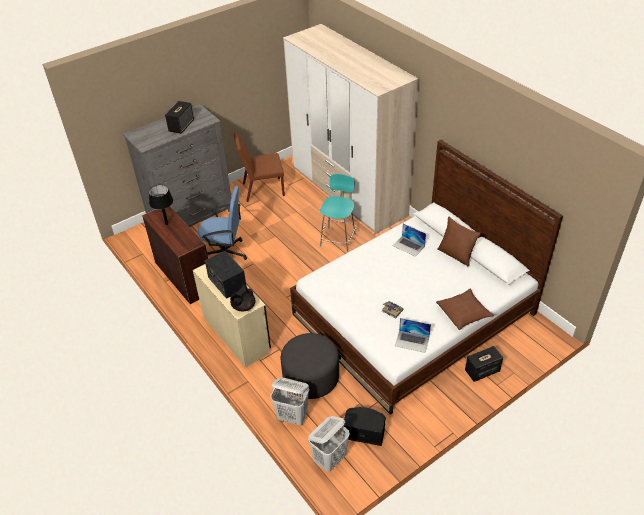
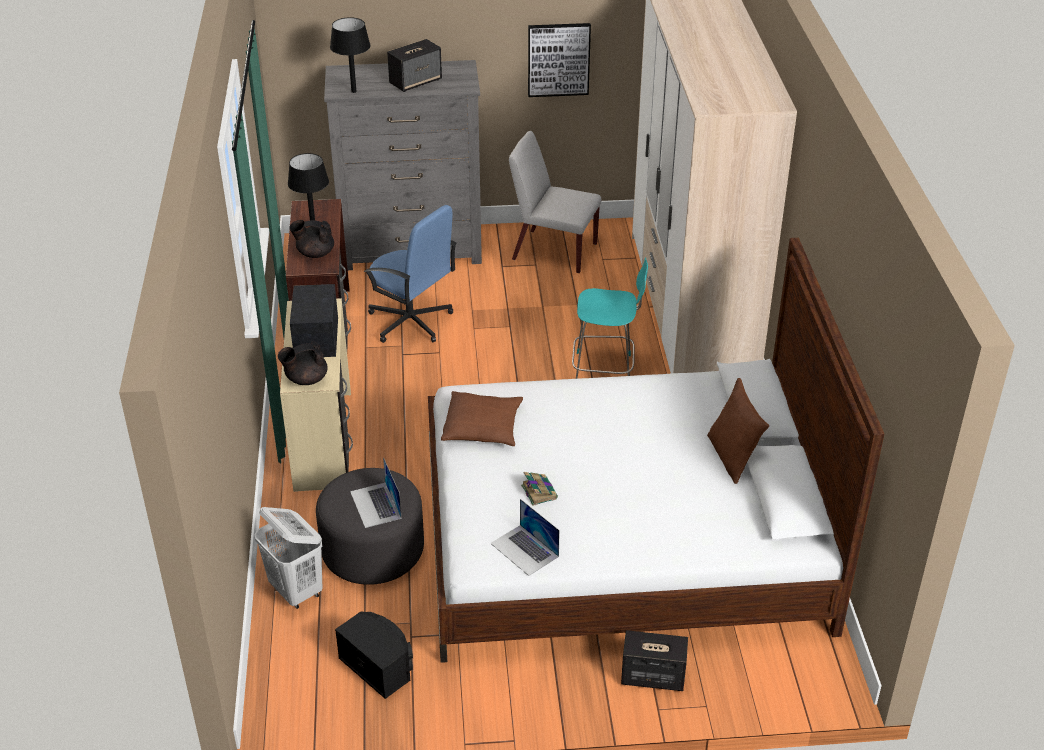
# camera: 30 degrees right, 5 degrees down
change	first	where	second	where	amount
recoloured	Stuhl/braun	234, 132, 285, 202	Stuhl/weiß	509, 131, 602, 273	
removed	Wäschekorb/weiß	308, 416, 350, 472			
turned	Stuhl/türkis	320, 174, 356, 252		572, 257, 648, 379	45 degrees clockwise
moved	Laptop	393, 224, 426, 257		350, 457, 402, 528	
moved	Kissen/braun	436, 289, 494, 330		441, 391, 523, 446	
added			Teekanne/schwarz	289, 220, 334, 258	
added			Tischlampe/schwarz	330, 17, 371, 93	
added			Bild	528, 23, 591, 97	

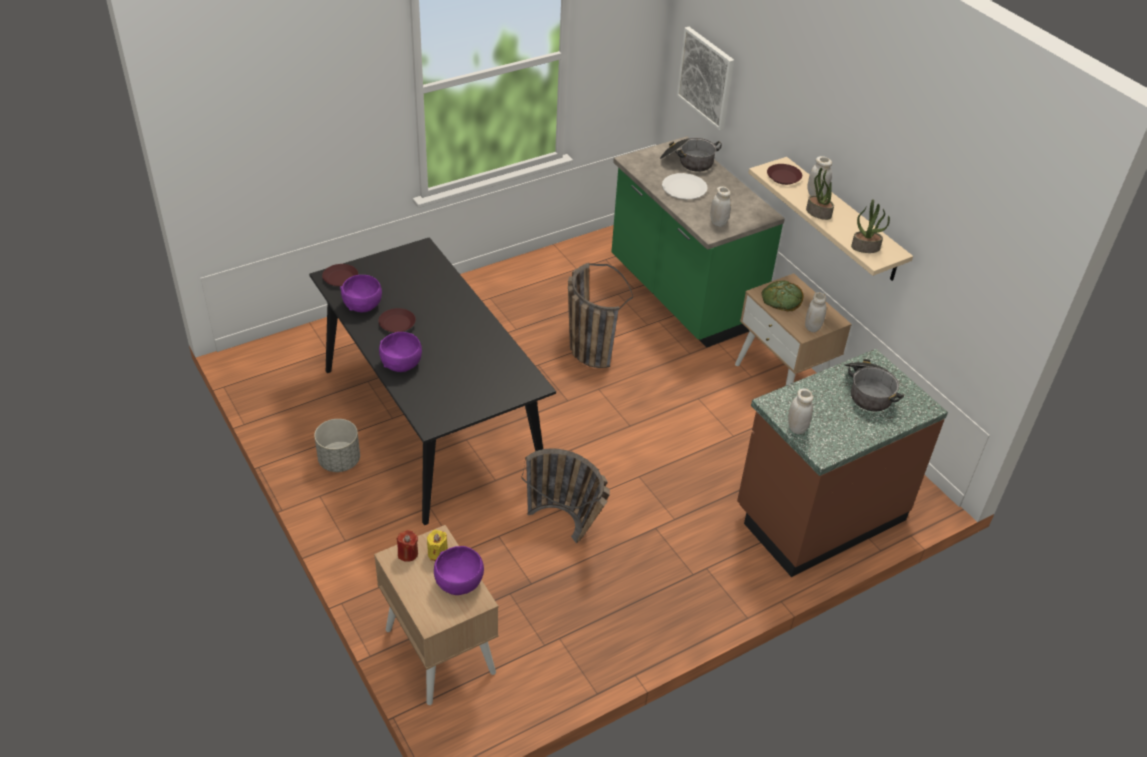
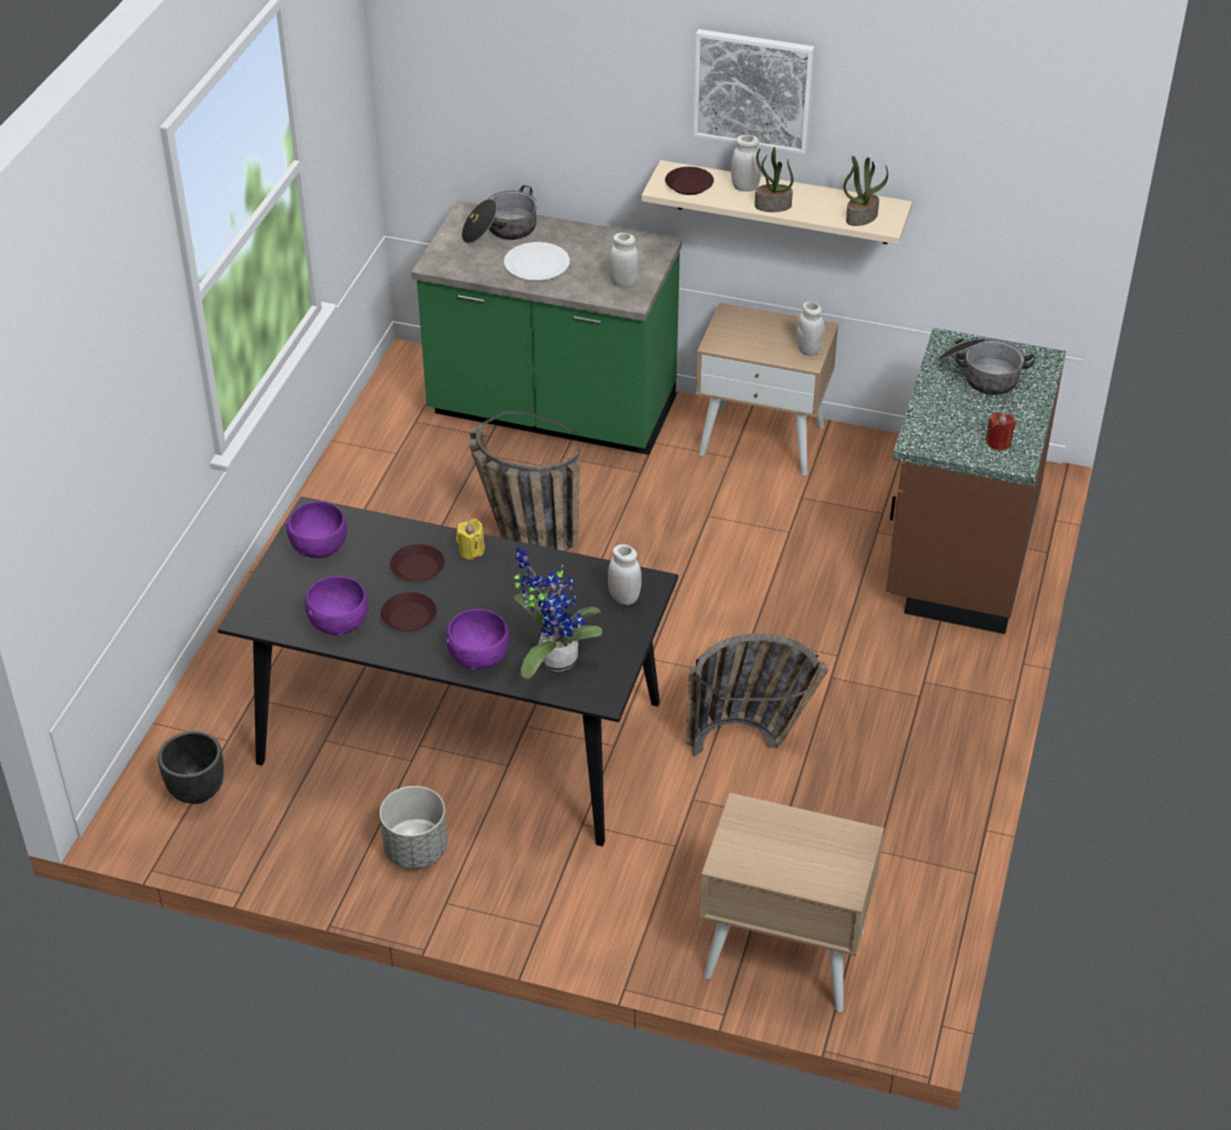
# camera: 40 degrees left, 0 degrees up
change	first	where	second	where	amount
moved	Teller/braun	322, 264, 358, 286		390, 544, 445, 582	
moved	Kerze/rot	397, 530, 418, 562		986, 412, 1016, 451	
moved	Kerze/gelb	427, 530, 448, 561		456, 519, 485, 560	
moved	Schüssel/lila	434, 546, 484, 595		285, 502, 347, 558	
moved	Bild	677, 27, 734, 131		693, 29, 814, 155	
removed	Brot	762, 281, 804, 311			
moved	Vorratsglas/weiß	788, 388, 813, 434		608, 544, 641, 605	
added			Pflanzkübel/schwarz	158, 731, 224, 804	
added			Topfpflanze	514, 546, 602, 679	

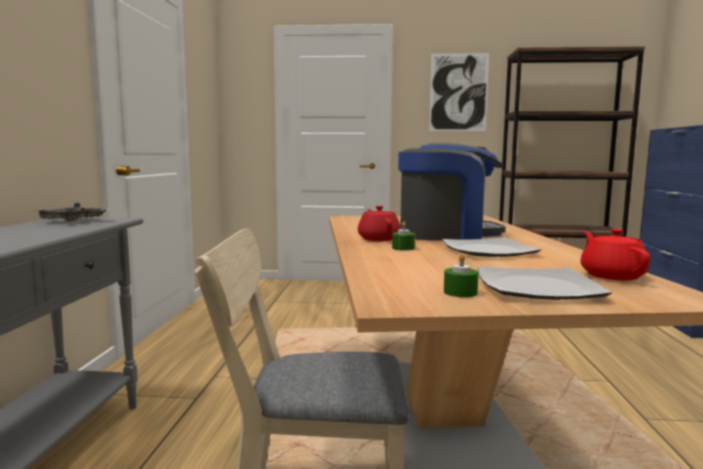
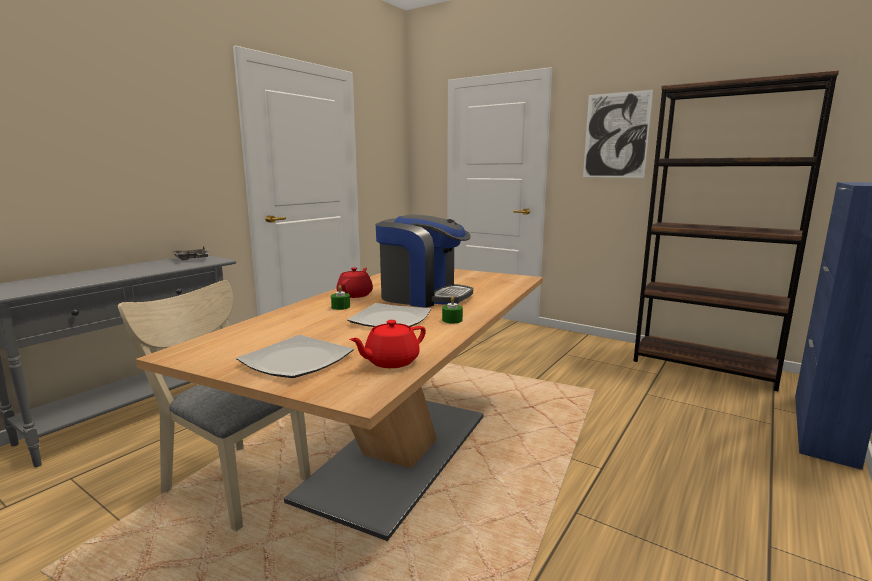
# camera: 30 degrees right, 5 degrees up
change	first	where	second	where	amount
moved	Kerze/grün	444, 254, 478, 297		442, 297, 463, 324	
turned	Teekanne/rot	580, 229, 650, 280		349, 320, 426, 368	150 degrees counterclockwise

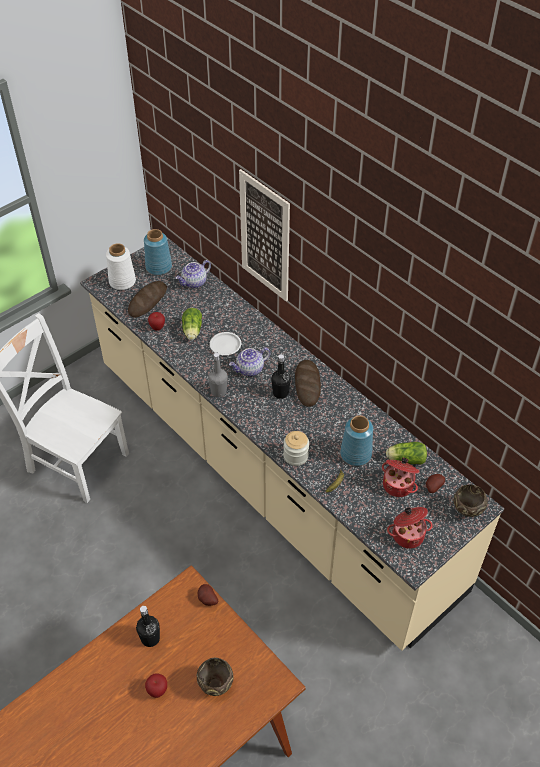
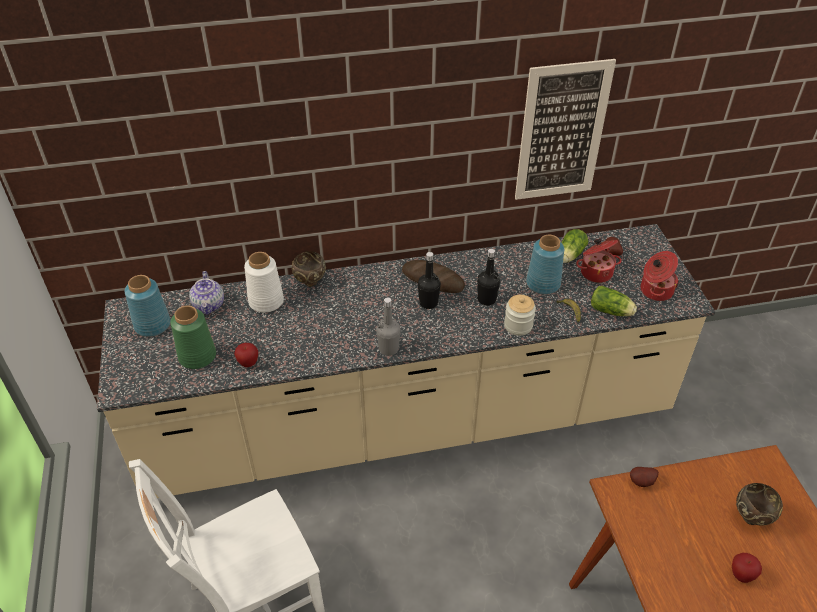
# camera: 60 degrees left, 5 degrees down
change	first	where	second	where	amount
moved	Vase/weiß	106, 243, 136, 290		244, 252, 284, 313	
replaced	Brot	128, 281, 167, 318	Vase/grün	171, 306, 216, 369	
moved	Flasche/schwarz	136, 606, 160, 647		477, 249, 500, 306	
moved	Salatkopf	182, 308, 202, 340		591, 286, 637, 316	
removed	Teller/weiß	210, 332, 241, 355			
removed	Teekanne	229, 347, 270, 376			
moved	Bild	239, 169, 290, 301		515, 59, 616, 200	
moved	Schüssel/braun	454, 485, 488, 517		292, 251, 326, 287	

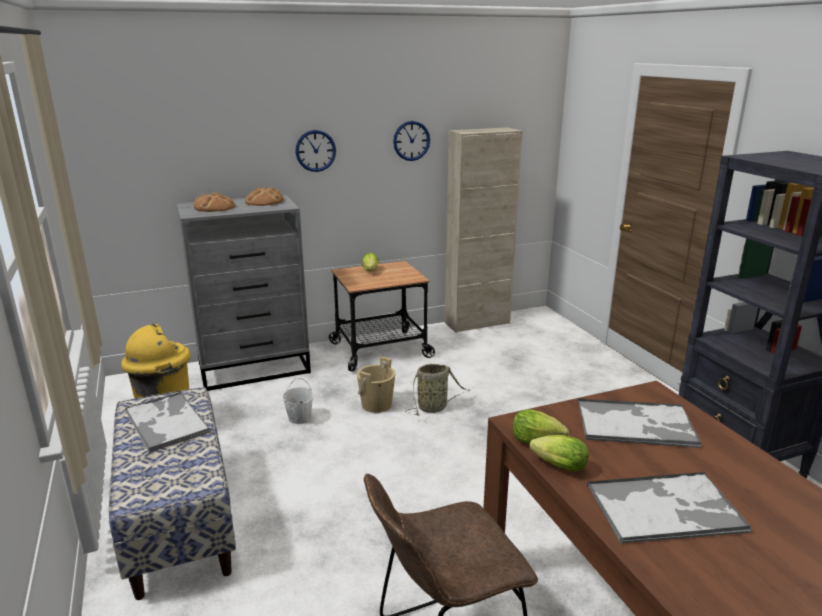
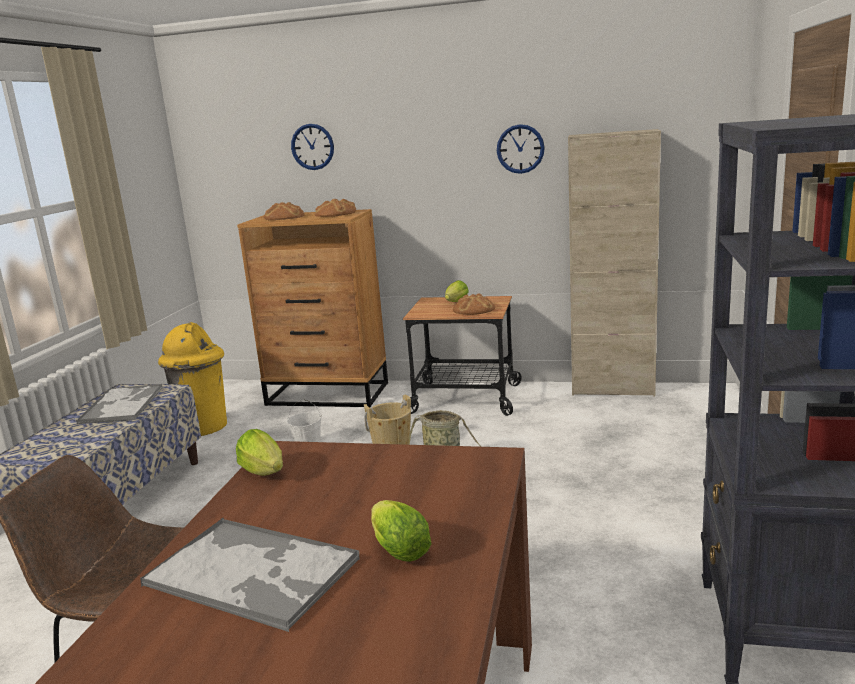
# camera: 35 degrees right, 5 degrees down
change	first	where	second	where	amount
recoloured	Kommode/grau	177, 195, 311, 391	Kommode/braun	237, 209, 388, 407	
moved	Wanduhr	295, 130, 336, 172		291, 124, 334, 170	
moved	Salatkopf	530, 435, 589, 472		371, 500, 431, 562	
removed	Tablett	577, 399, 702, 448			
added			Brot	453, 293, 495, 315	

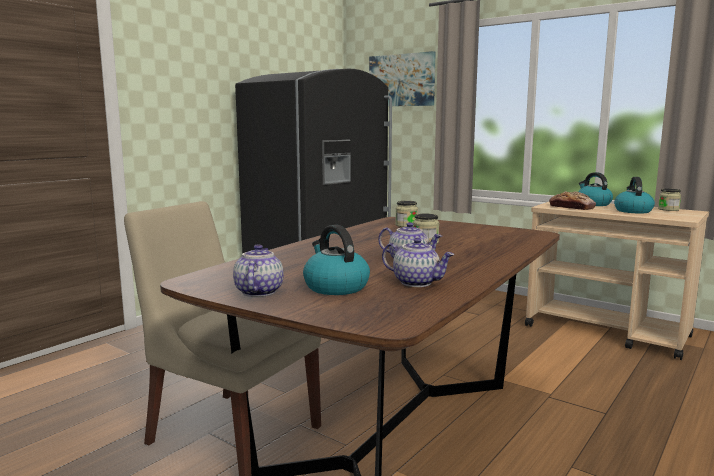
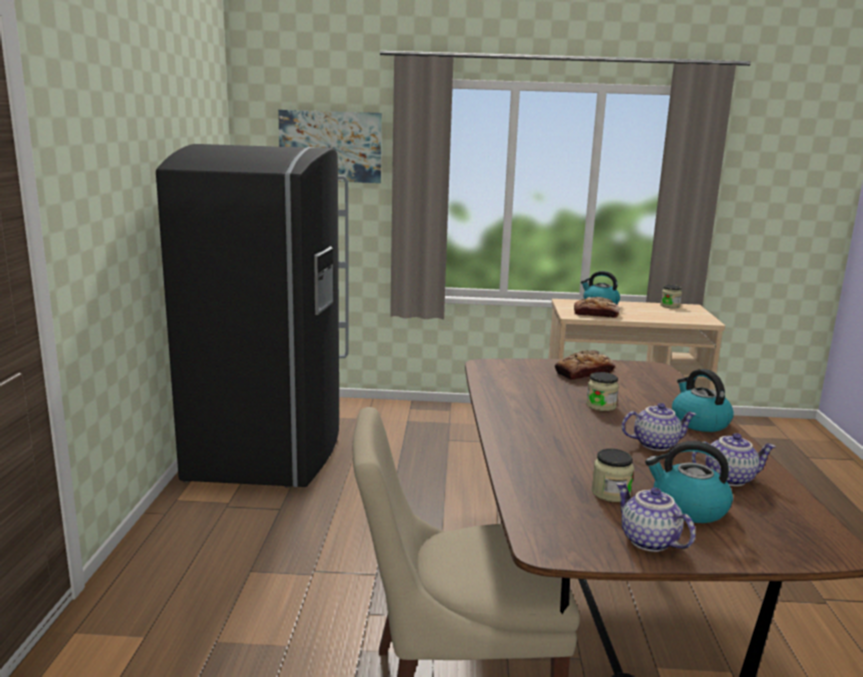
# camera: 35 degrees left, 5 degrees up
change	first	where	second	where	amount
moved	Vorratsglas	395, 201, 418, 227		592, 449, 634, 502	
moved	Wasserkessel	614, 177, 655, 213		672, 369, 734, 432	
added			Brot	555, 350, 615, 380	

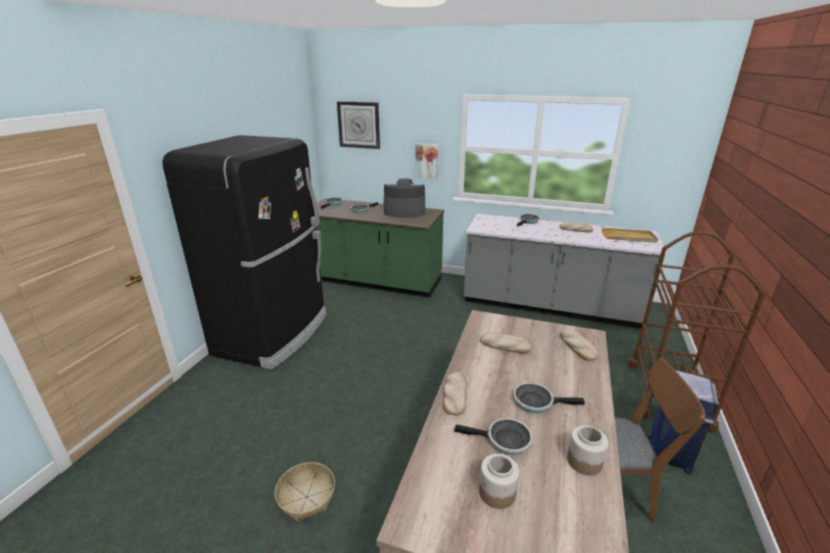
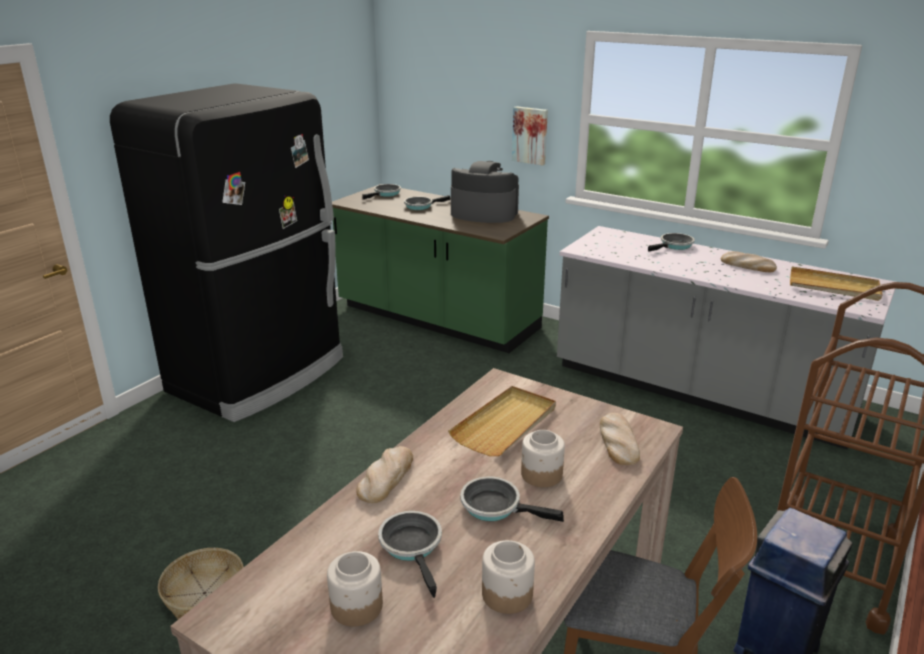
# camera: 15 degrees right, 0 degrees up
change	first	where	second	where	amount
removed	Wanduhr	337, 101, 380, 149			
turned	Pfanne	454, 418, 533, 455		378, 511, 442, 598	135 degrees counterclockwise
replaced	Brot	480, 332, 531, 354	Tablett/beige	448, 386, 556, 456	
added			Vorratsglas	521, 430, 565, 487	

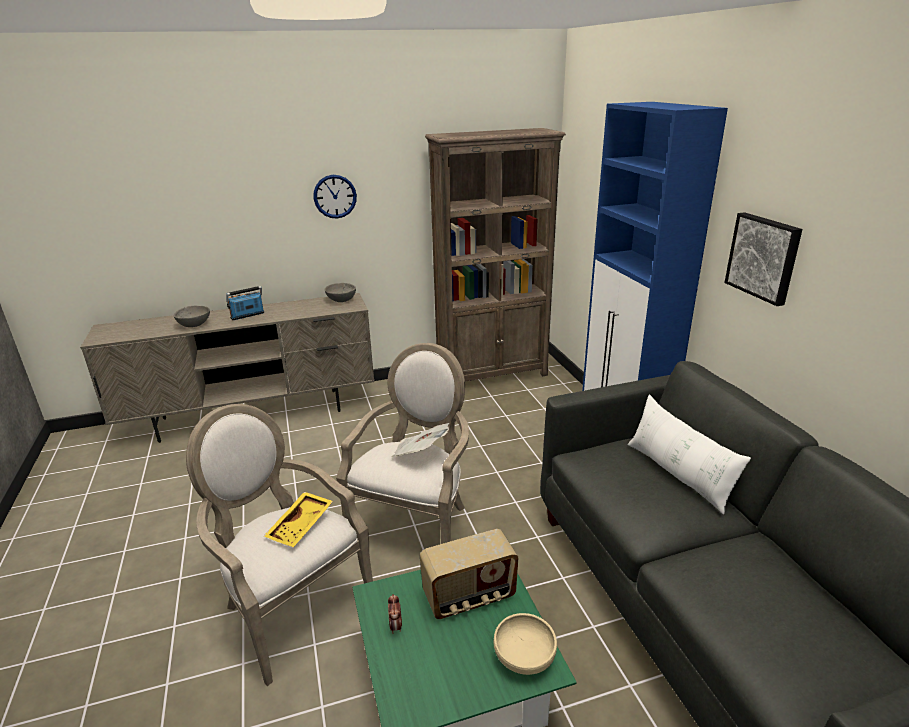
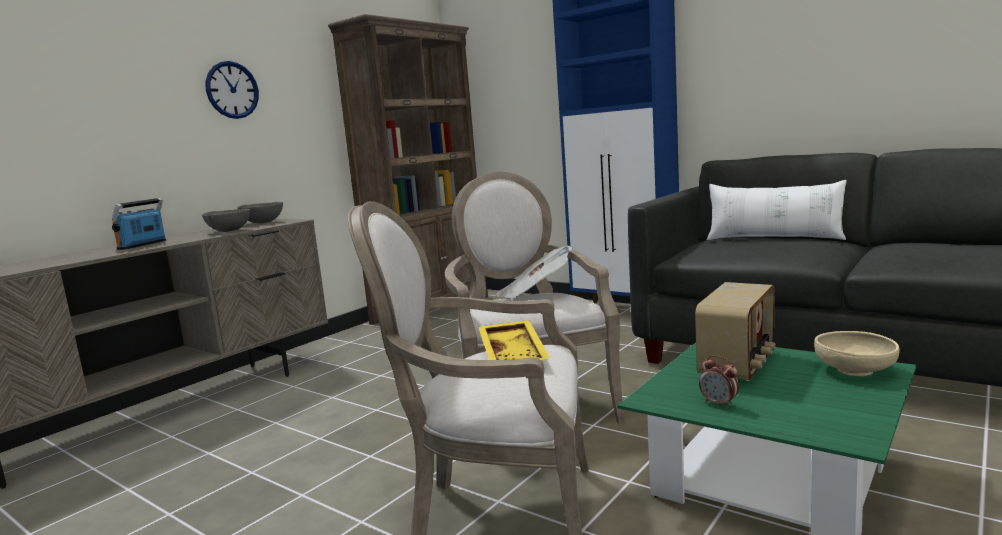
# camera: 35 degrees left, 15 degrees down
change	first	where	second	where	amount
moved	Schüssel/grau	174, 306, 210, 327		202, 209, 250, 232	
removed	Bild	724, 212, 803, 306			

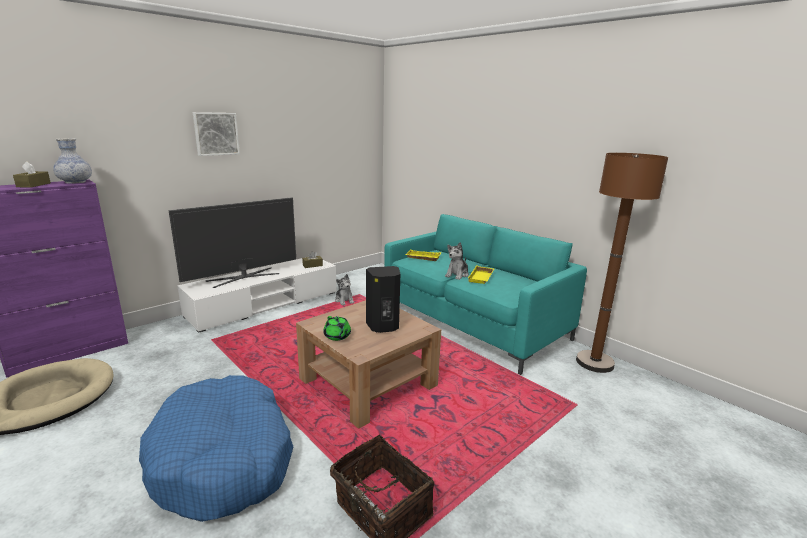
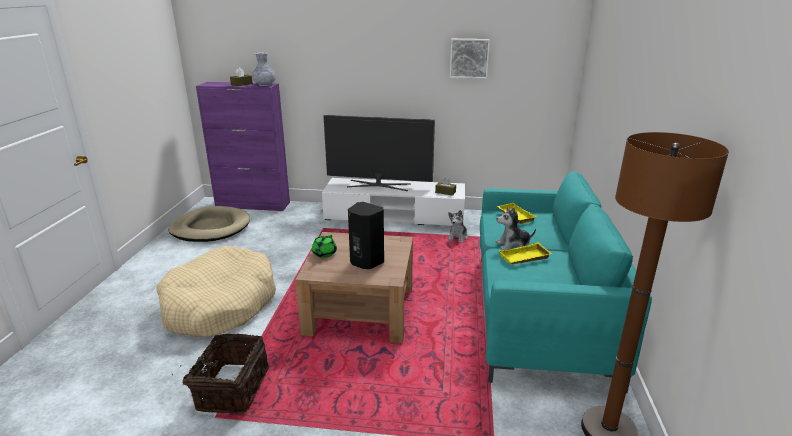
# camera: 50 degrees right, 5 degrees up
change	first	where	second	where	amount
recoloured	Hundebett/blau	139, 375, 293, 522	Hundebett/beige	156, 246, 276, 337	
moved	Bild	193, 112, 240, 156		450, 39, 490, 79	

